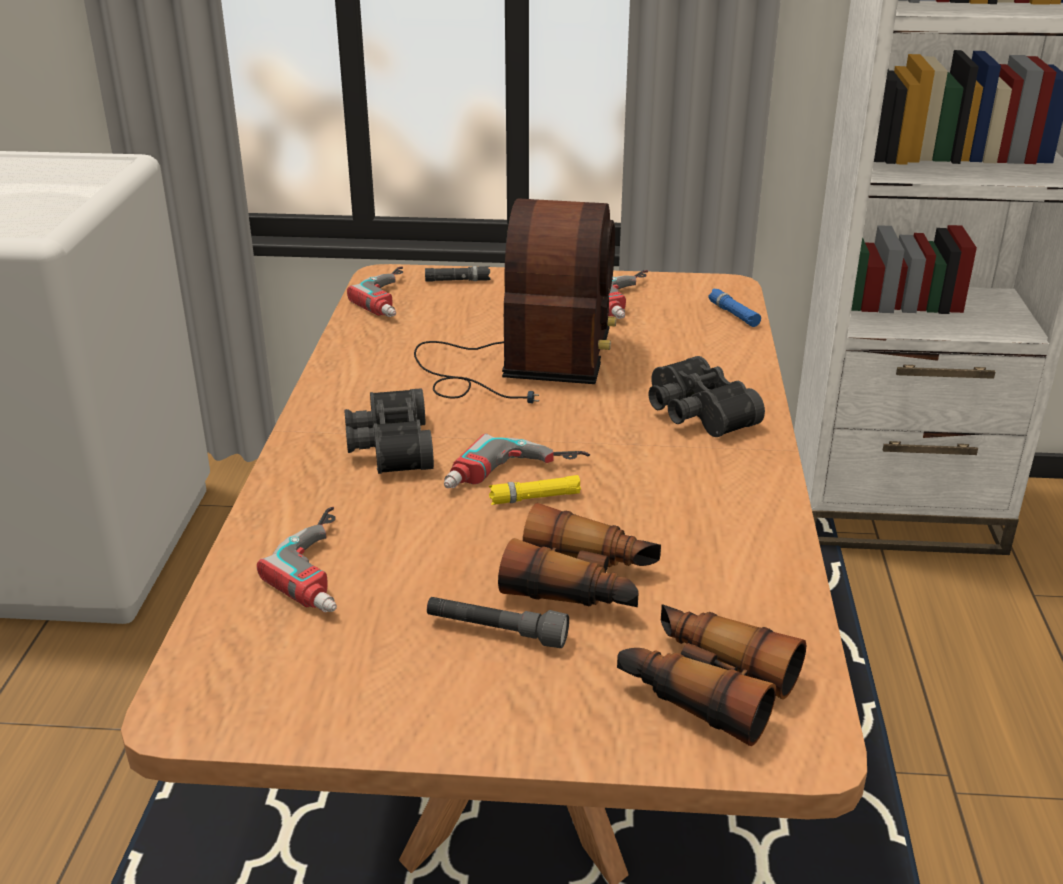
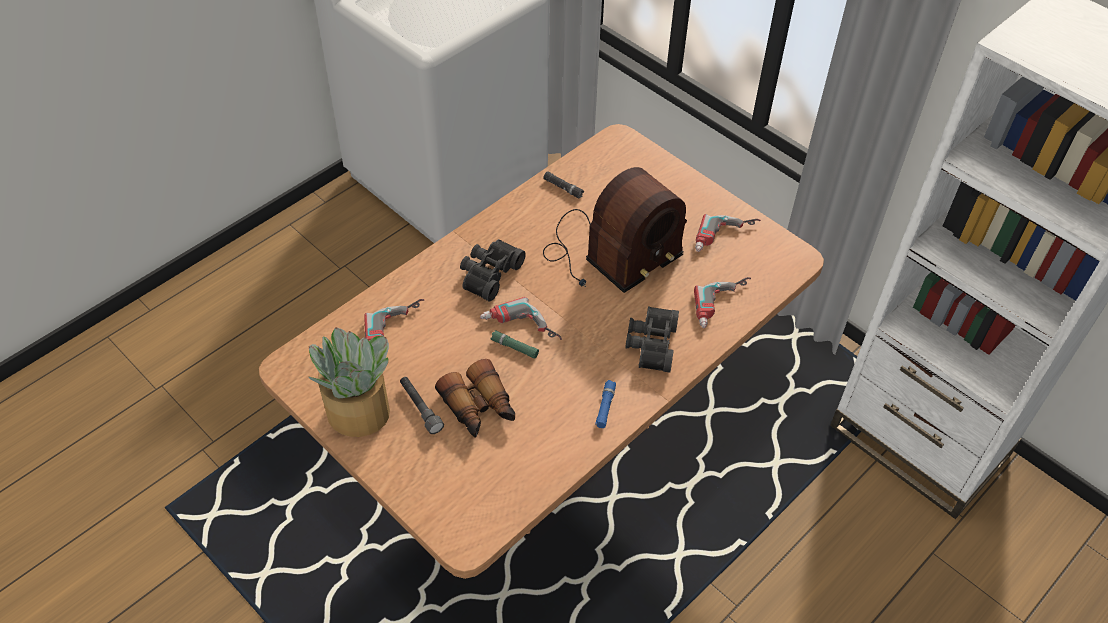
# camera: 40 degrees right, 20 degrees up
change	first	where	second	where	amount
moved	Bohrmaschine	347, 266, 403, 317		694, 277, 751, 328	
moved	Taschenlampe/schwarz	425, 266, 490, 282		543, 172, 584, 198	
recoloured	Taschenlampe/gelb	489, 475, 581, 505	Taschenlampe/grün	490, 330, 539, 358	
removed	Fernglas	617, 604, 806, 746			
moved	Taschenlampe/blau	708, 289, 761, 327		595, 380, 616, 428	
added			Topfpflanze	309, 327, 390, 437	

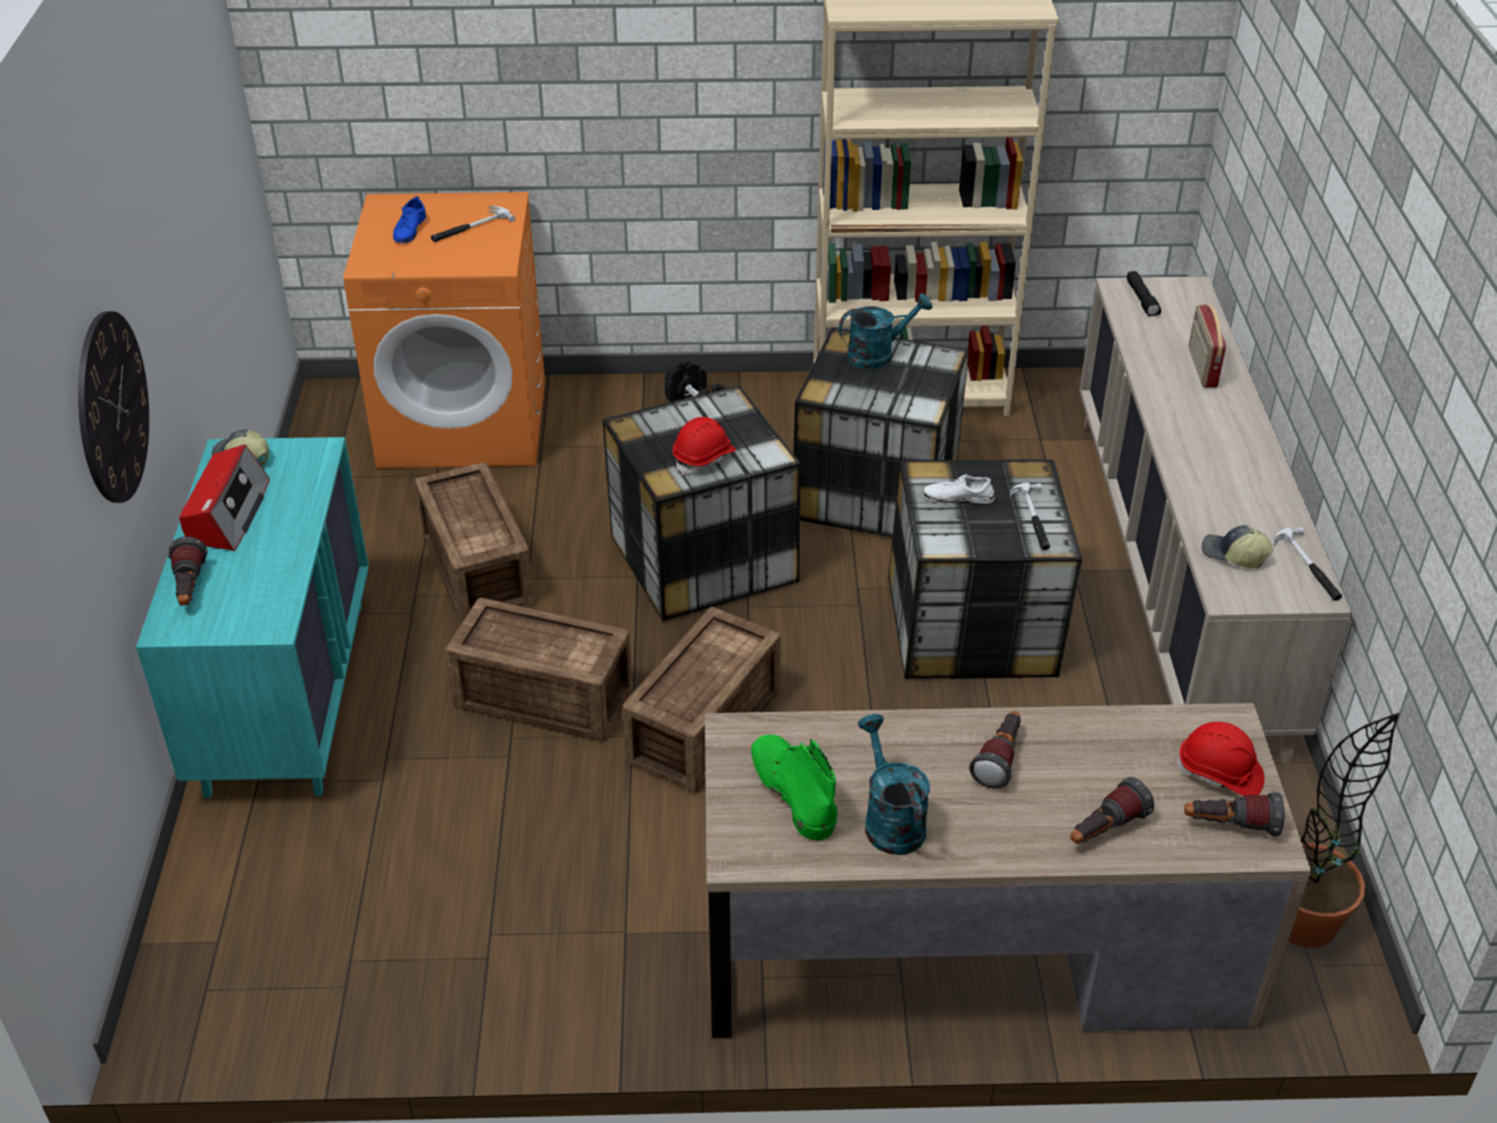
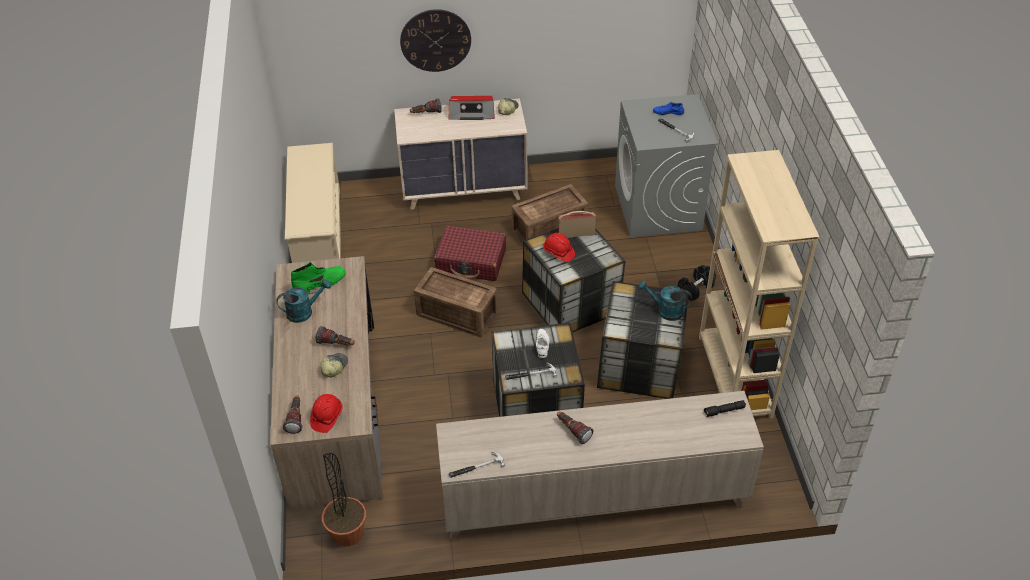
# camera: 85 degrees right, 5 degrees up
change	first	where	second	where	amount
recoloured	Kommode/türkis	136, 437, 369, 798	Kommode/beige	394, 98, 528, 210	
recoloured	Waschmaschine/orange	343, 192, 545, 468	Waschmaschine/grau	615, 94, 718, 237	
replaced	Kiste	445, 598, 633, 742	Koffer/rot	434, 225, 506, 281	
turned	Gießkanne/türkis	839, 293, 933, 369		638, 280, 692, 321	135 degrees clockwise
moved	Taschenlampe	1070, 777, 1154, 844		557, 411, 593, 444	
moved	Radio	1189, 304, 1226, 388		558, 211, 596, 238	
moved	Kappe	1202, 525, 1274, 569		320, 353, 348, 377	
added			Schuhregal/beige	285, 143, 341, 263	

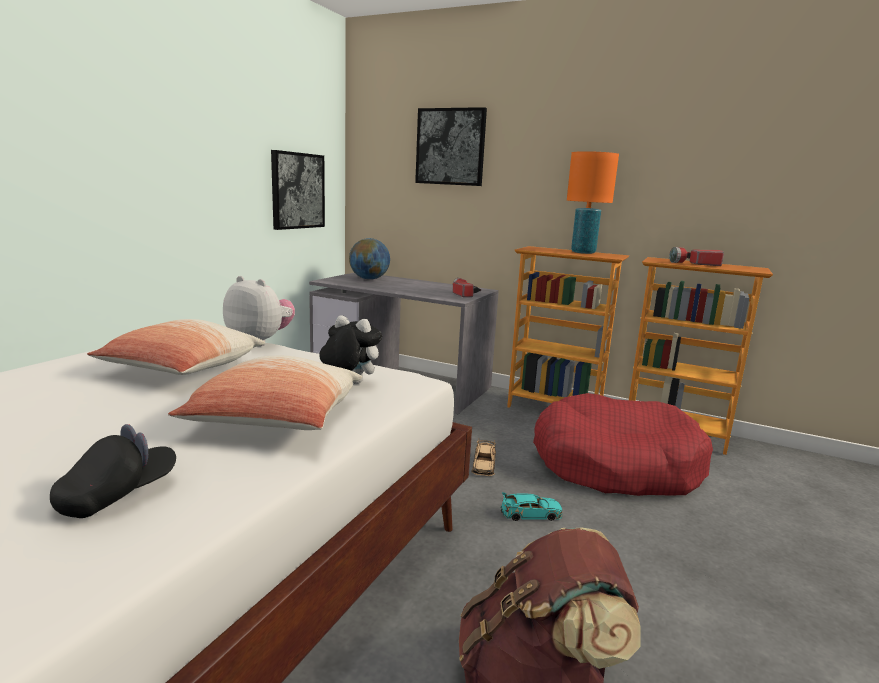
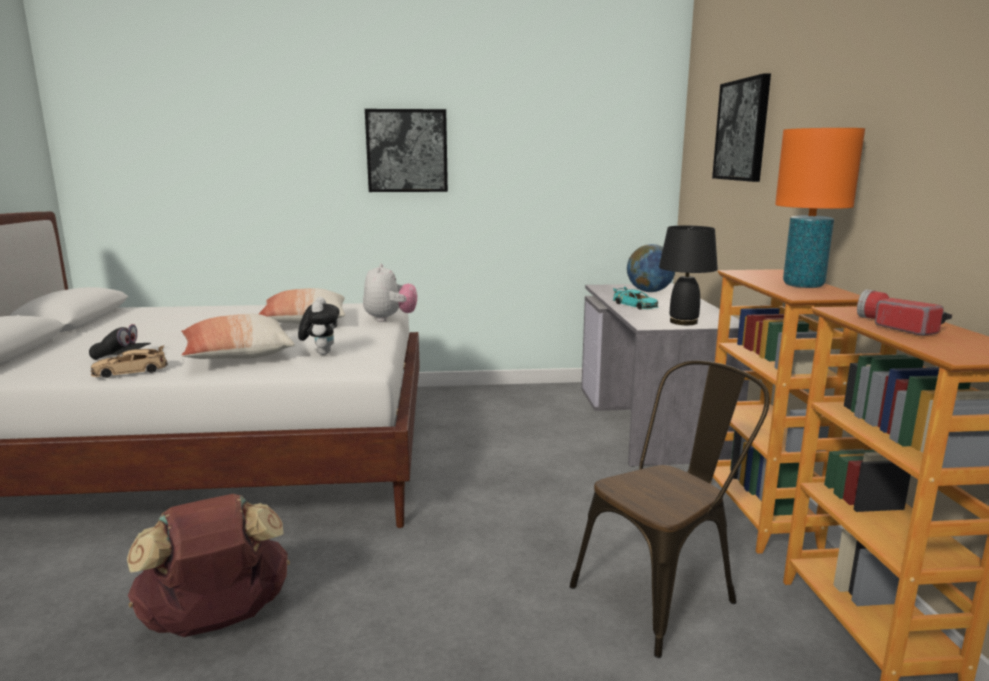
# camera: 60 degrees right, 0 degrees up
change	first	where	second	where	amount
moved	Bild	271, 150, 325, 230		365, 109, 448, 192	
replaced	Taschenlampe	453, 278, 481, 297	Tischlampe/schwarz	659, 225, 718, 325	
moved	Spielzeugauto/beige	471, 439, 496, 476		91, 346, 168, 378	
moved	Spielzeugauto/türkis	501, 492, 562, 521		613, 286, 658, 309	
replaced	Hundebett/rot	533, 393, 713, 496	Stuhl/braun	570, 360, 770, 658	

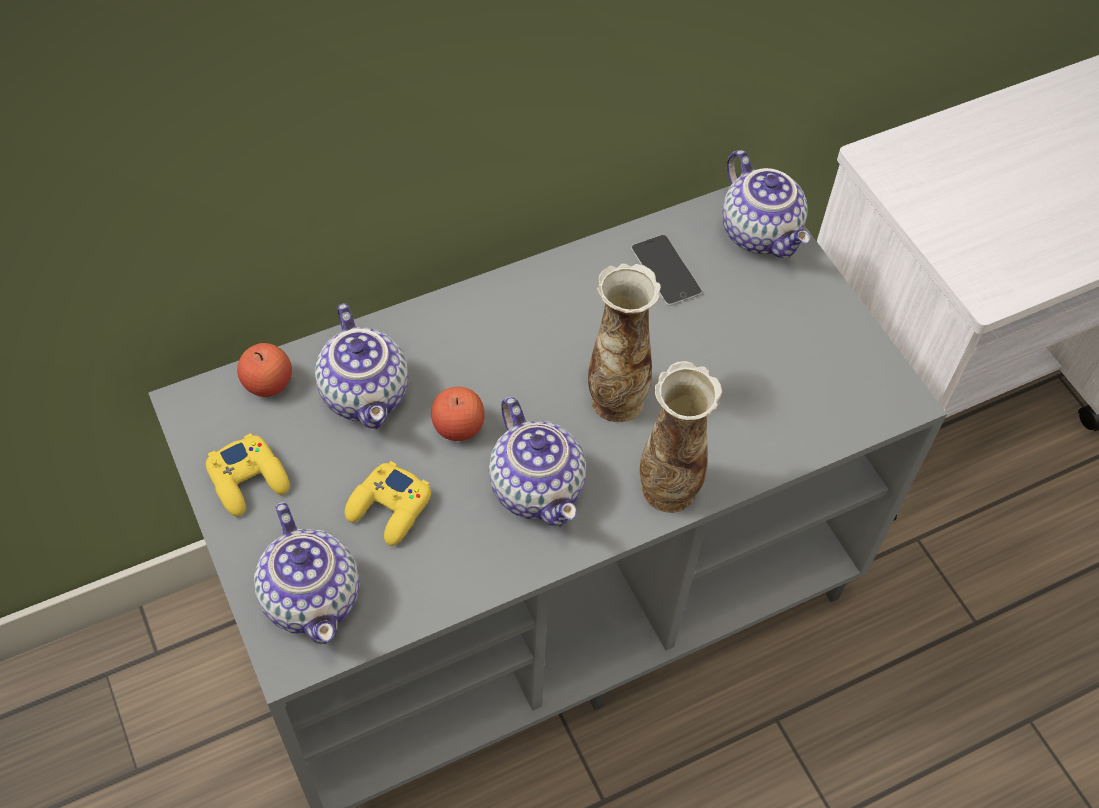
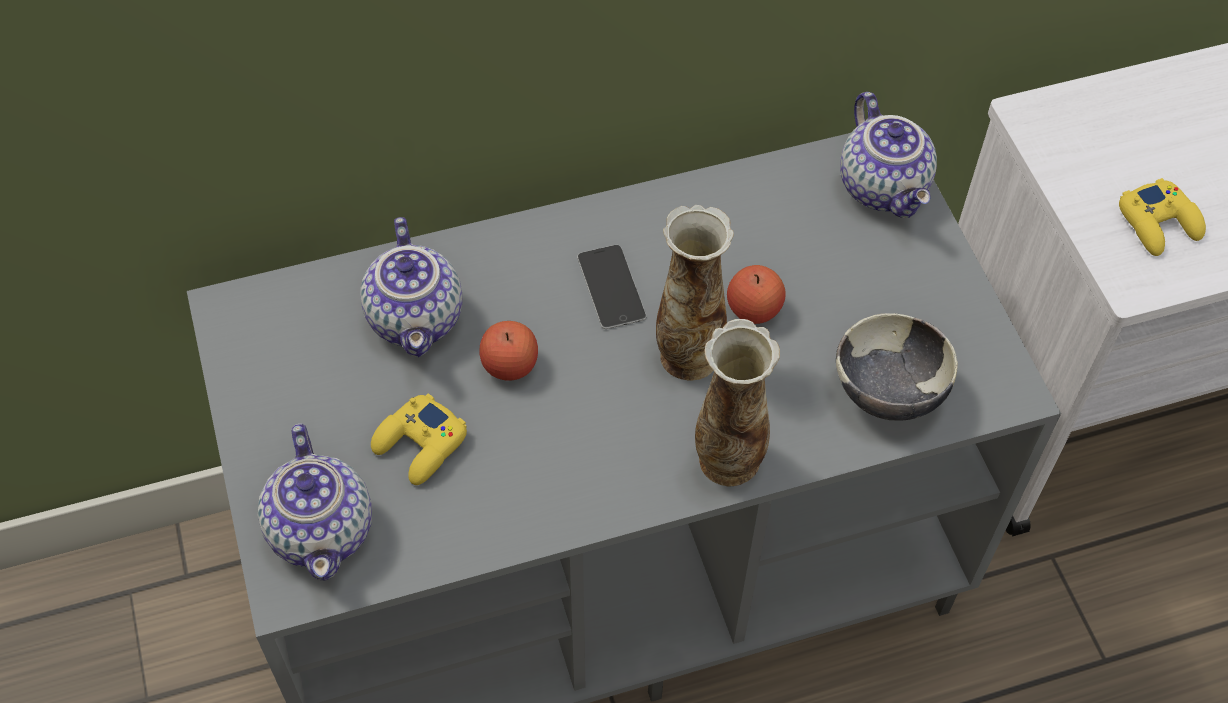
# camera: 10 degrees right, 0 degrees up
change	first	where	second	where	amount
moved	Gamepad/gelb	206, 433, 289, 517		1119, 178, 1206, 256	
moved	Apfel	237, 343, 292, 397		727, 265, 786, 324	
removed	Teekanne	489, 397, 587, 527			
moved	Handy	631, 235, 702, 306		577, 245, 647, 329	
added			Schüssel	836, 313, 958, 421	

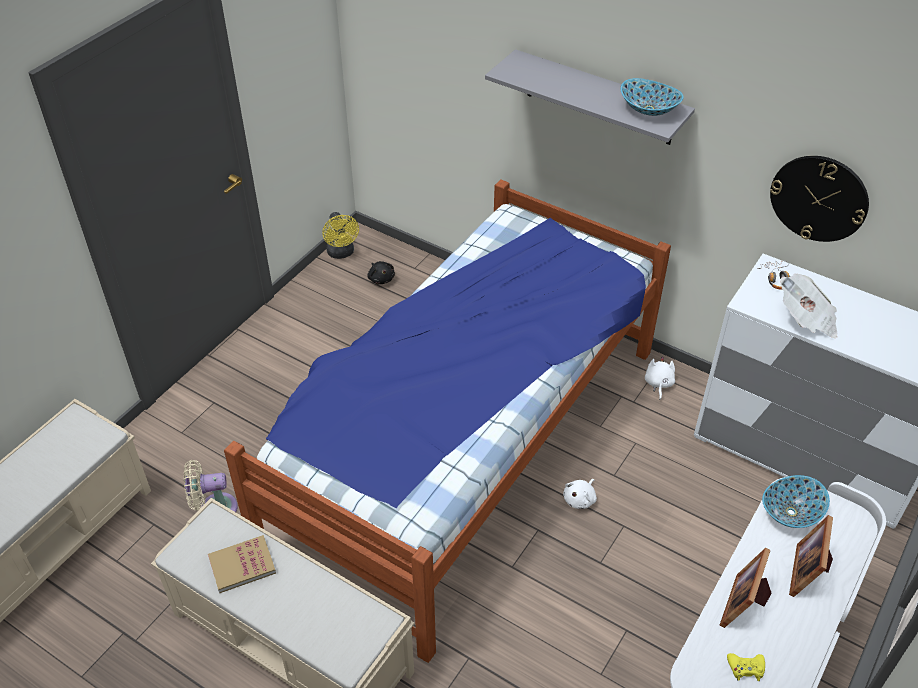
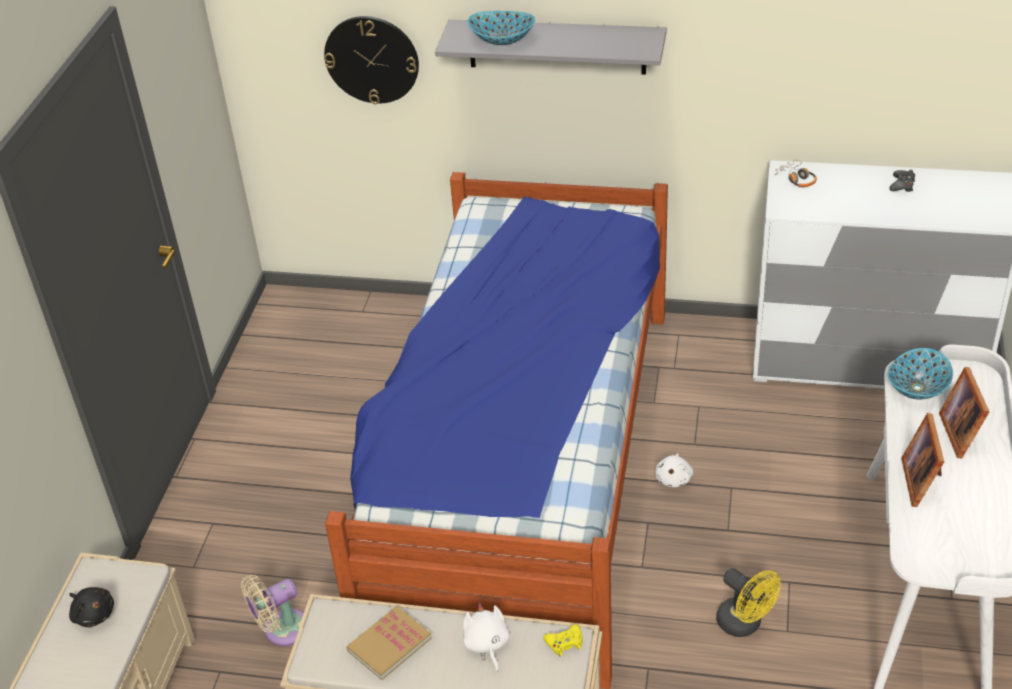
# camera: 20 degrees left, 5 degrees down
change	first	where	second	where	amount
moved	Ventilator/gelb	322, 212, 359, 259		716, 568, 781, 637	
moved	Plüschtier/schwarz	367, 261, 395, 284		69, 587, 114, 627	
moved	Schüssel	621, 78, 683, 116		468, 11, 535, 45	
moved	Plüschtier/weiß	645, 356, 675, 400		463, 603, 510, 672	
moved	Gamepad/gelb	727, 653, 765, 681		543, 624, 583, 656	
moved	Wanduhr	770, 156, 869, 242		324, 16, 419, 104	
removed	Zeitung	780, 274, 837, 338			
added			Gamepad/schwarz	890, 170, 915, 192	

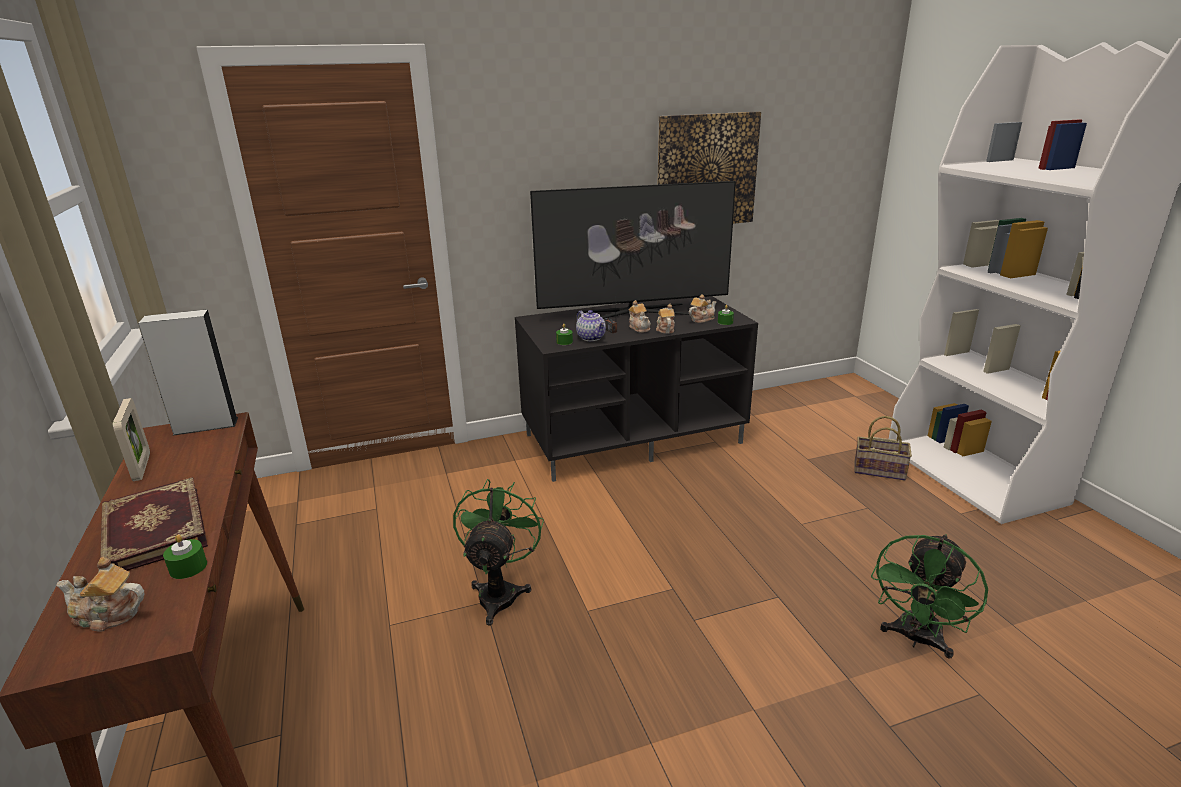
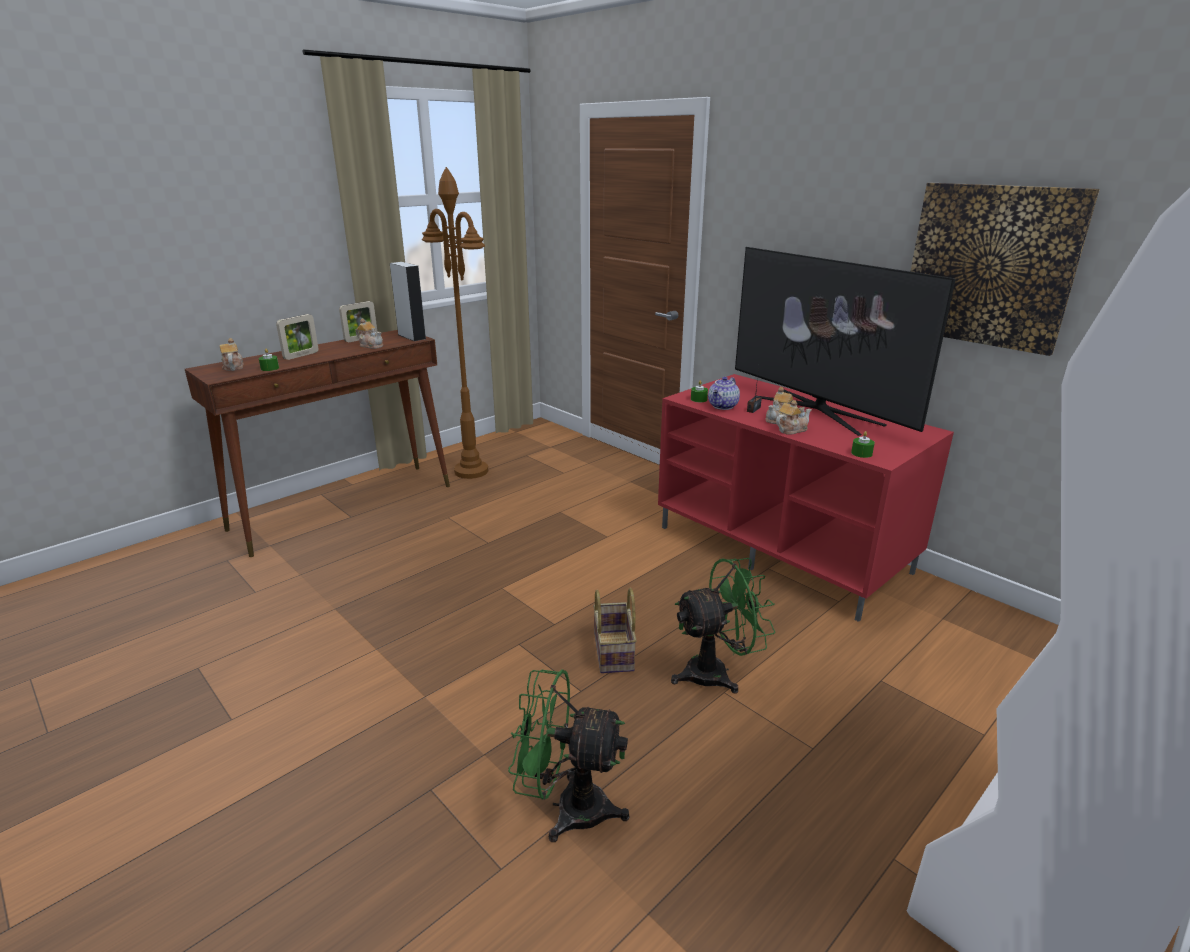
# camera: 65 degrees right, 0 degrees up
change	first	where	second	where	amount
replaced	Buch	100, 477, 208, 571	Bilderrahmen	276, 314, 319, 360	
moved	Ventilator/grün	453, 479, 544, 626		671, 558, 775, 694	
recoloured	Fernsehschrank/schwarz	515, 296, 758, 482	Fernsehschrank/rot	658, 374, 954, 622	
moved	Teekanne	689, 294, 716, 323		356, 318, 383, 349	
moved	Korb	855, 416, 912, 481		593, 588, 637, 673	
added			Stehlampe/braun	422, 167, 488, 479	

